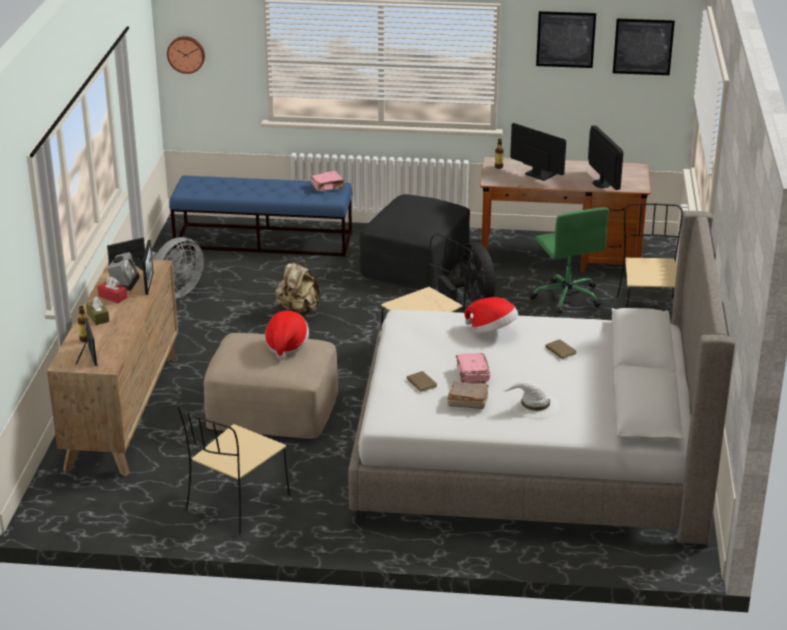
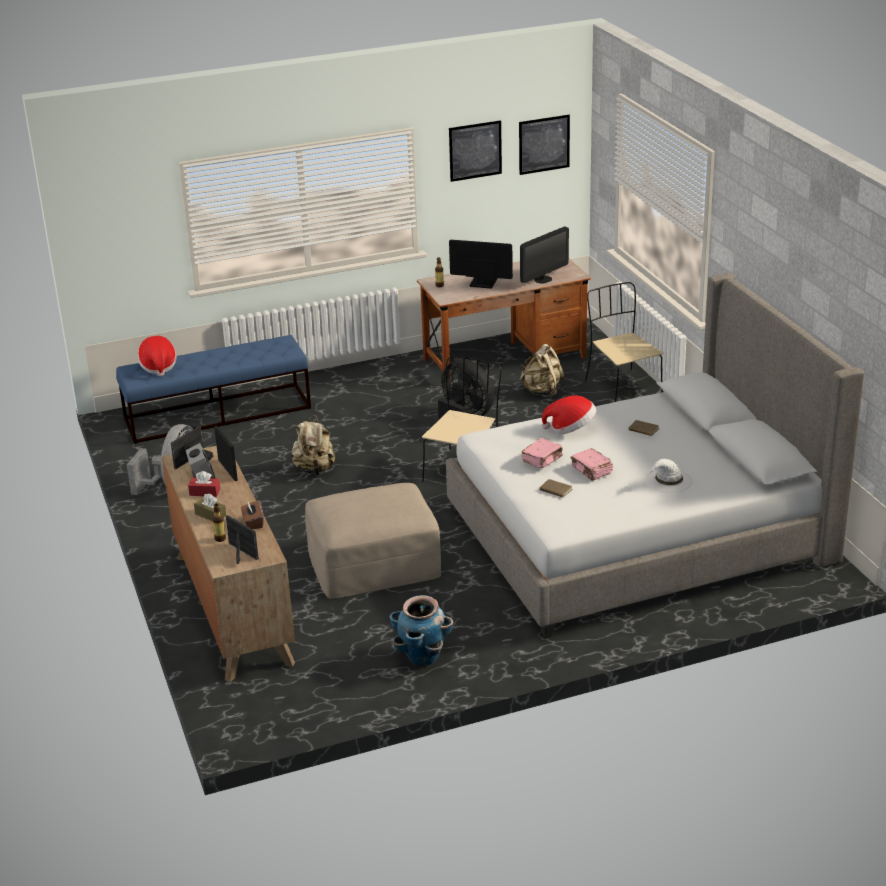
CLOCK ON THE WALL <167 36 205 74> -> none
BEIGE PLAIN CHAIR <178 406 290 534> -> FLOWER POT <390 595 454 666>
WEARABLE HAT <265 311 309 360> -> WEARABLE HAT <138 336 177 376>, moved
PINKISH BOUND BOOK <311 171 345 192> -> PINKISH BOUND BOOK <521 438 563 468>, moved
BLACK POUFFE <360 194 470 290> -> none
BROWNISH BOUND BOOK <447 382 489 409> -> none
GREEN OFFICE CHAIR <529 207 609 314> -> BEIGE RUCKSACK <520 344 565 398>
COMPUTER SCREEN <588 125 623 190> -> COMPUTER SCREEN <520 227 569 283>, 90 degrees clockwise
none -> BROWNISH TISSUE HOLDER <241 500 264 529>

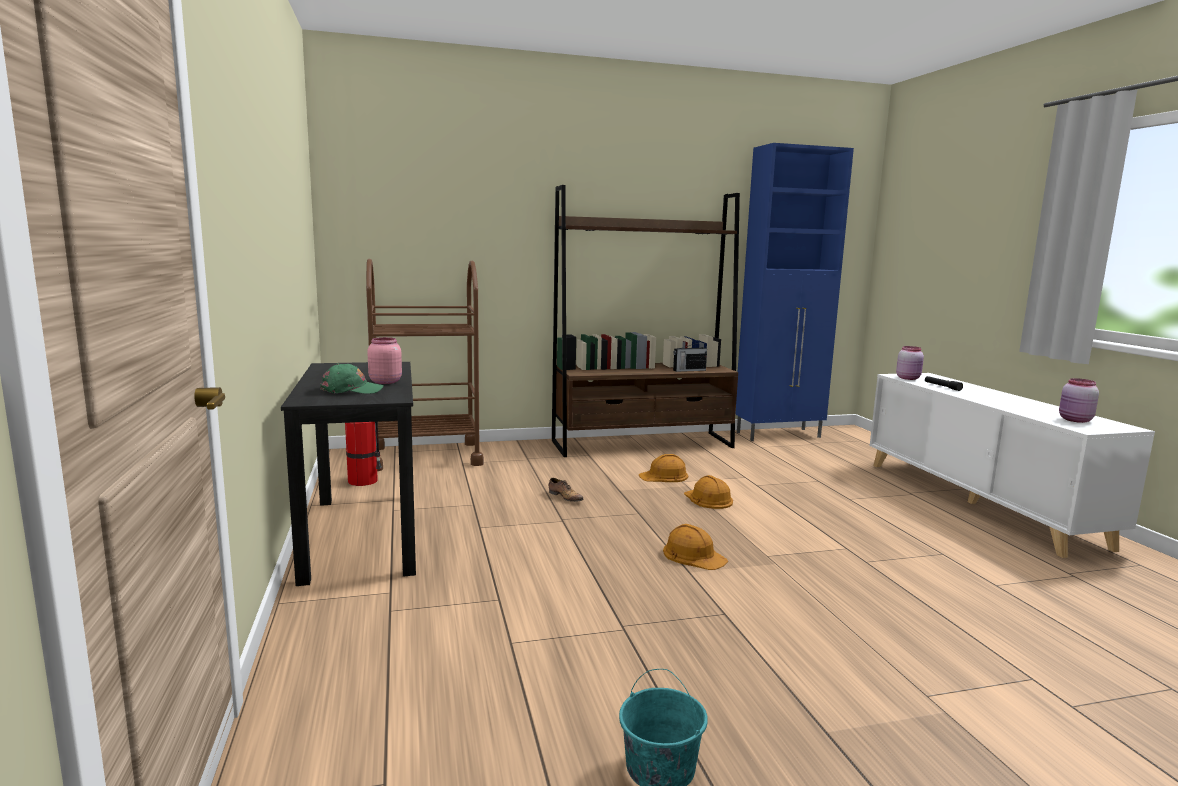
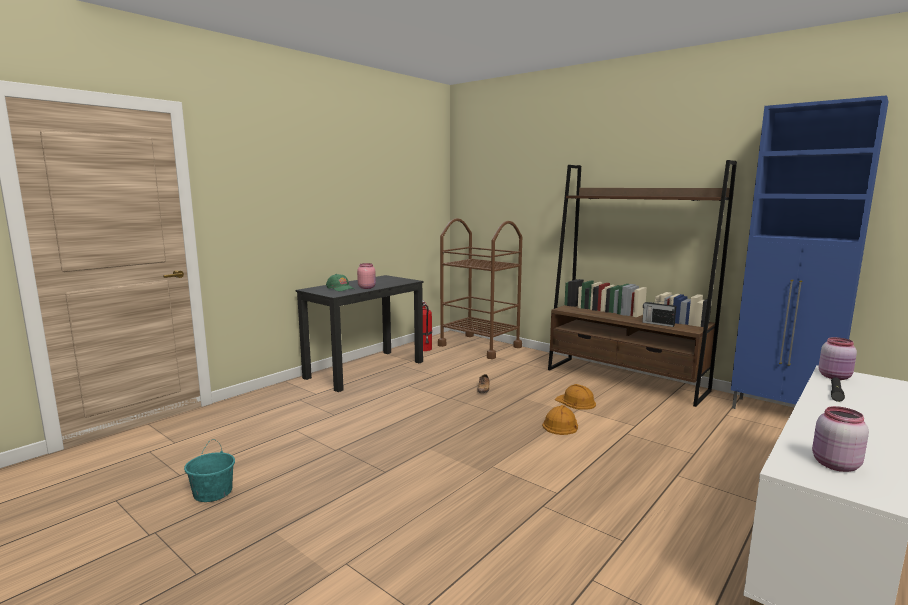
ORANGE WORK HELMET <663 524 728 570> -> none

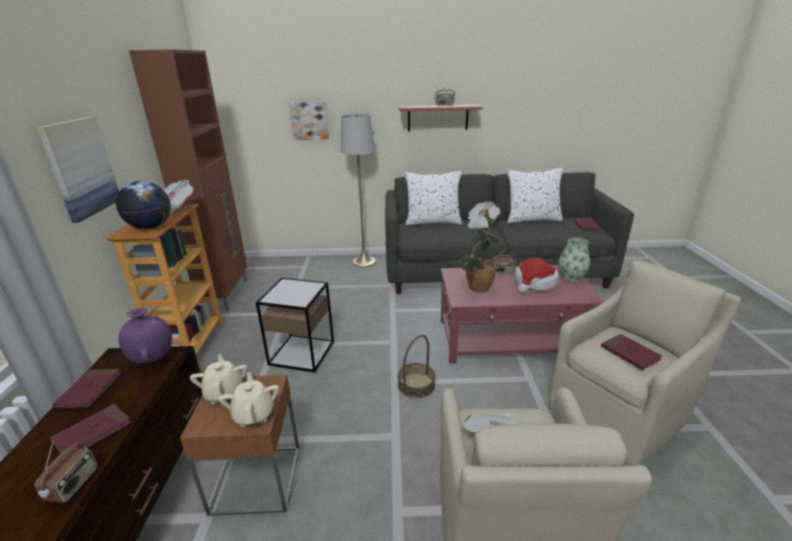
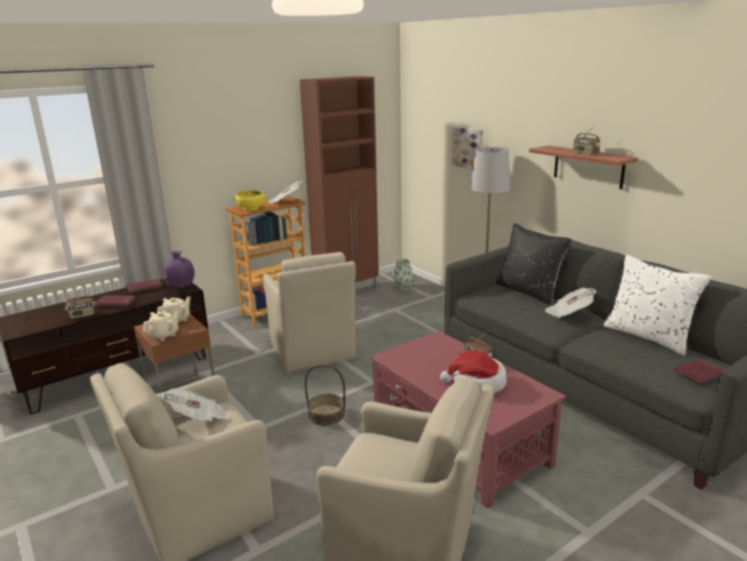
WALL ART <36 116 119 223> -> none
GLOBE <116 181 171 229> -> YELLOWISH SERVING BOWL <233 190 267 211>
ACCENT TABLE <256 278 334 373> -> BEIGE ARMCHAIR <263 252 356 372>
WHITE CUSHION <405 171 462 225> -> BLACK CUSHION <495 223 572 305>
POTTED PLANT <457 209 501 293> -> none
FLOWER VASE <559 238 590 282> -> FLOWER VASE <392 259 413 291>, moved
REDDISH BOUND BOOK <601 334 662 370> -> none

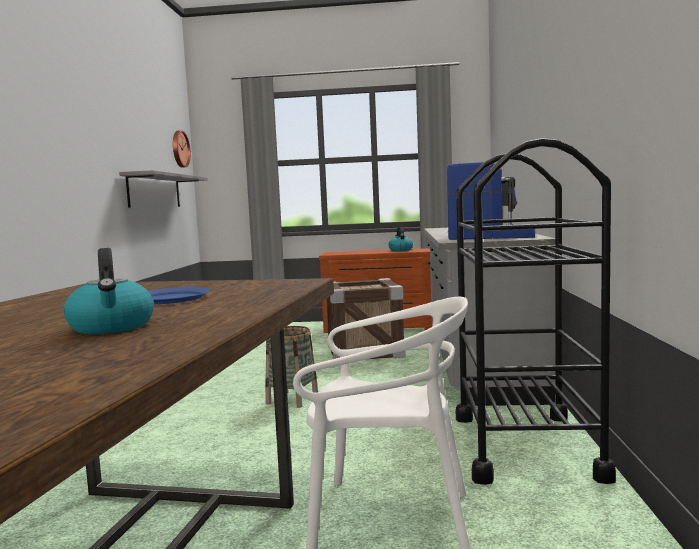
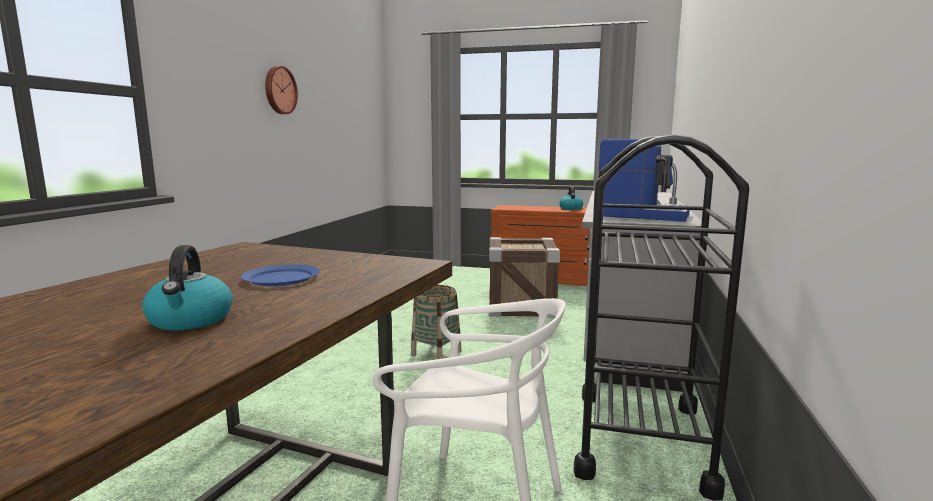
GREY SHELF <119 170 208 208> -> none
CLOCK ON THE WALL <173 130 191 168> -> CLOCK ON THE WALL <265 66 298 114>, moved

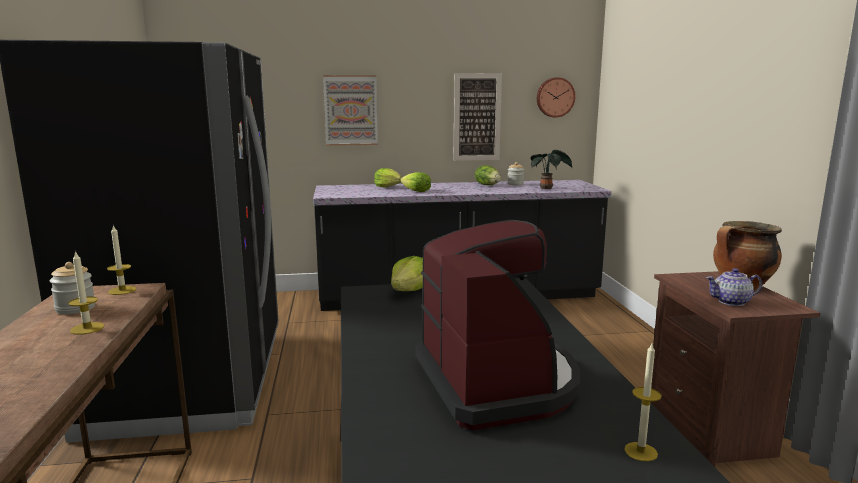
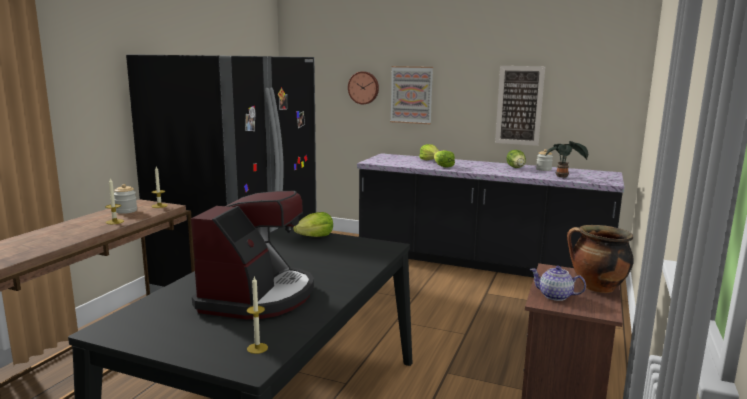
CLOCK ON THE WALL <537 77 575 117> -> CLOCK ON THE WALL <348 71 379 104>, moved

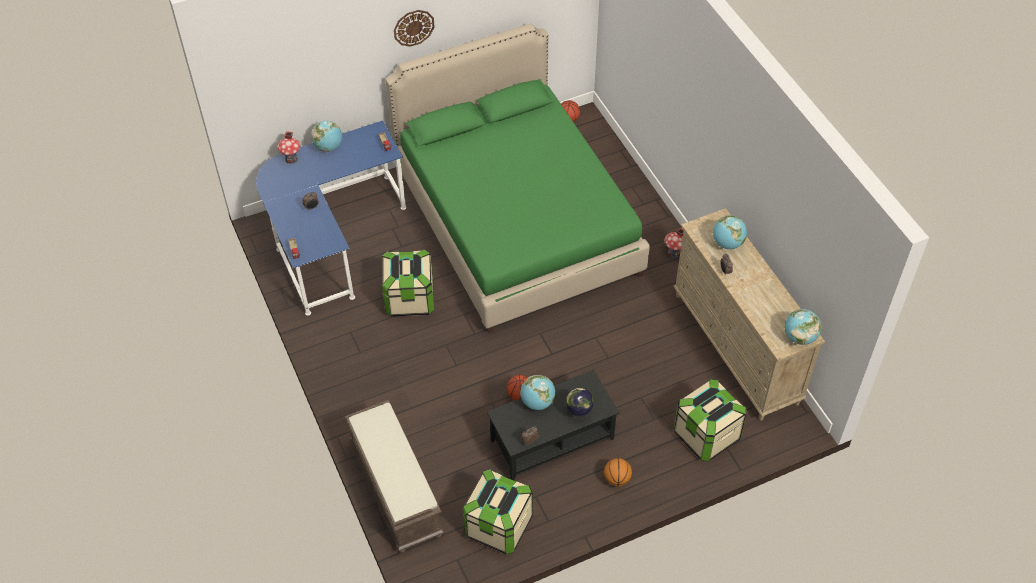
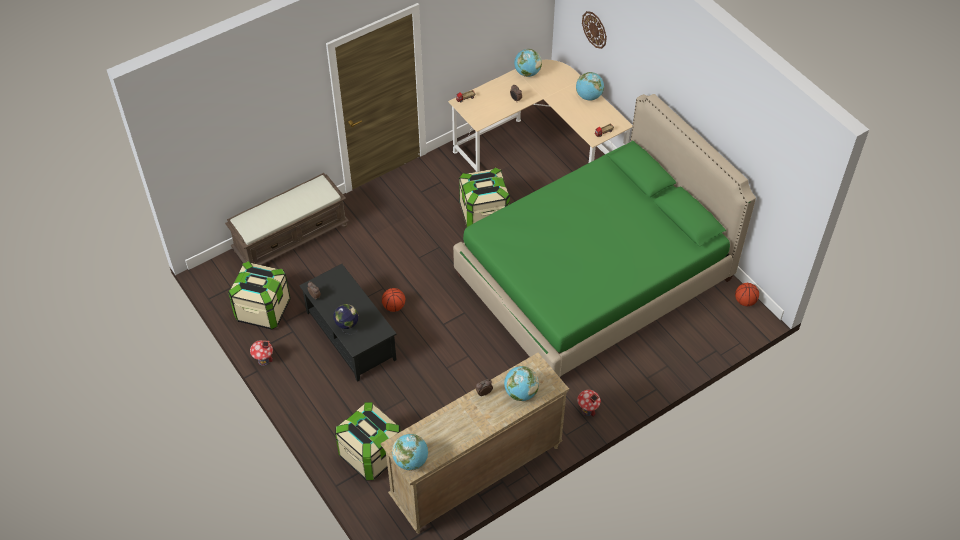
BLUISH DESK TABLE <256 121 406 316> -> BEIGE DESK TABLE <448 60 633 172>
TOY HOUSE <277 131 301 164> -> TOY HOUSE <250 340 273 366>, moved
CLOCK ON THE WALL <394 10 434 47> -> CLOCK ON THE WALL <582 11 607 49>, moved
GLOBE <520 375 555 410> -> GLOBE <514 49 542 77>, moved
BASKETBALL <604 458 632 487> -> none

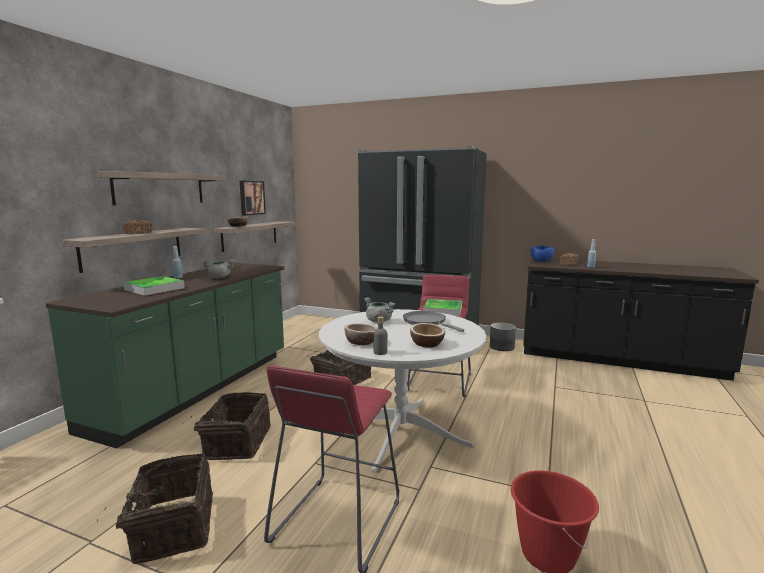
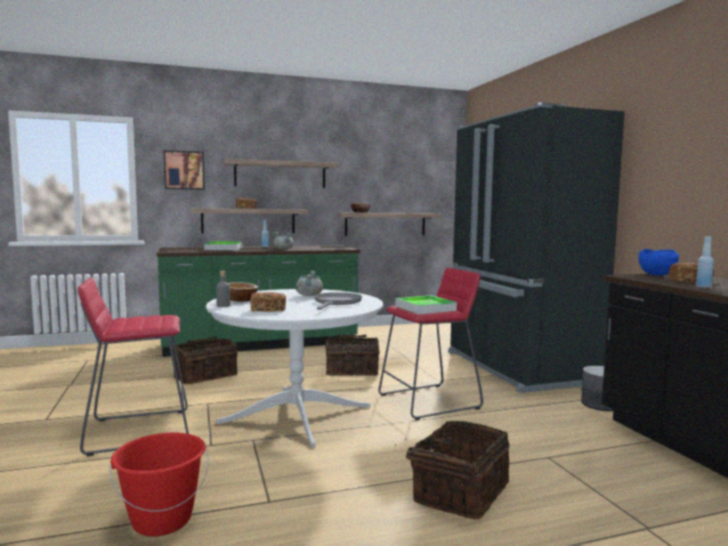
BASKET <97 453 213 564> -> BASKET <395 421 510 520>, moved
WALL ART <240 181 266 215> -> WALL ART <164 150 205 190>, moved
SERVING BOWL <410 323 445 347> -> BAKERY BREAD <250 292 286 312>

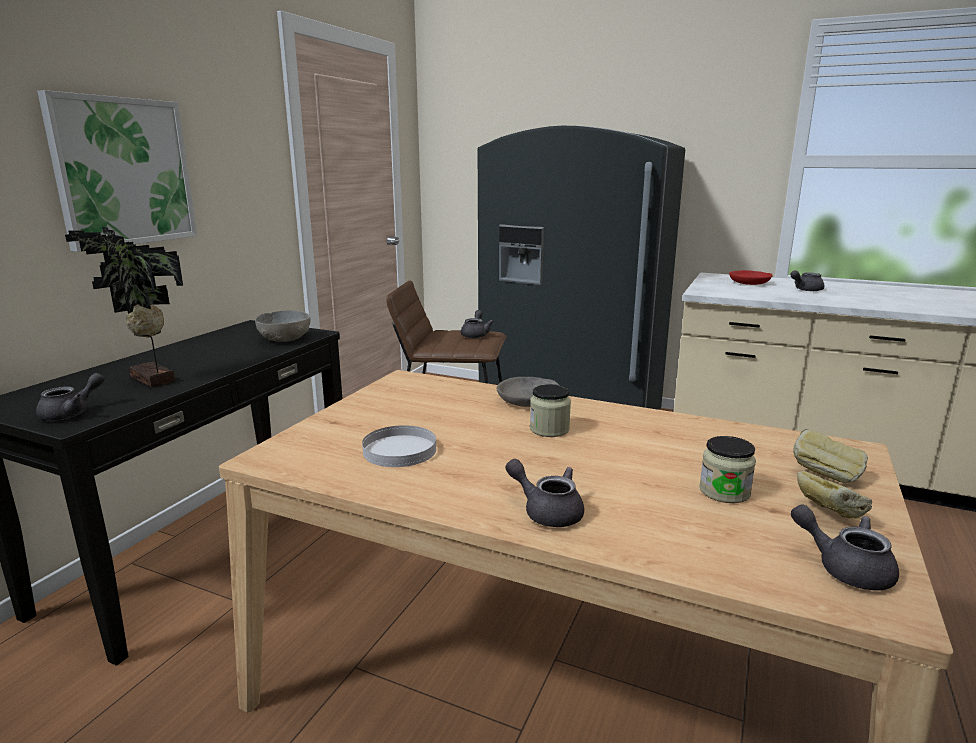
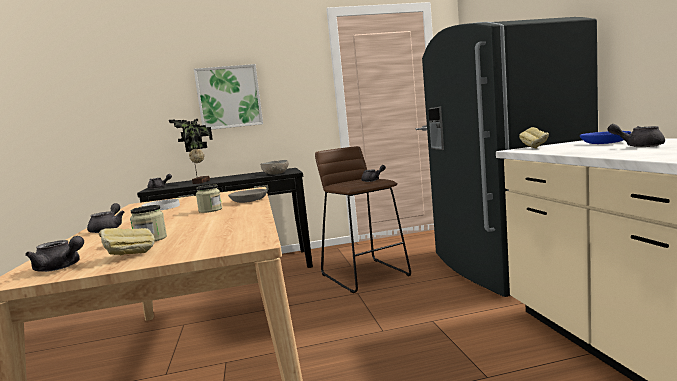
REDDISH SERVING BOWL <729 270 773 285> -> BLUISH SERVING BOWL <580 131 631 144>
GREY POT FOR TEA <791 504 899 590> -> GREY POT FOR TEA <25 236 84 272>, 105 degrees clockwise
BAKERY BREAD <793 429 868 484> -> BAKERY BREAD <519 127 549 149>, moved

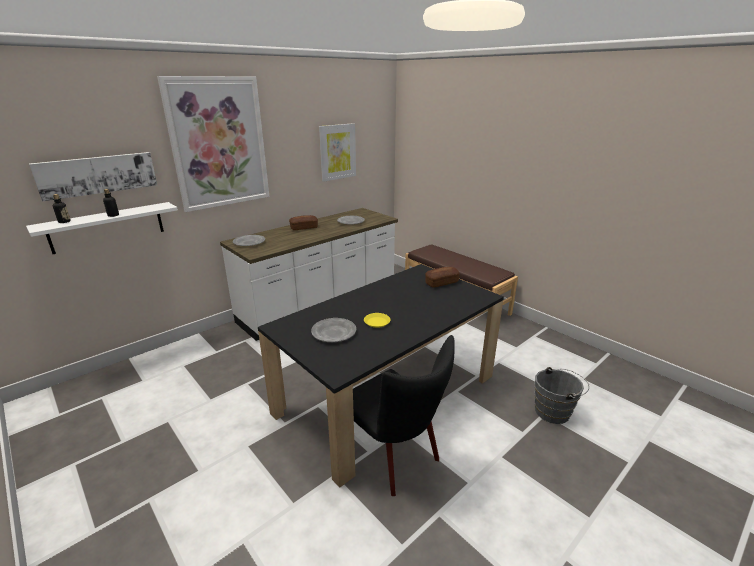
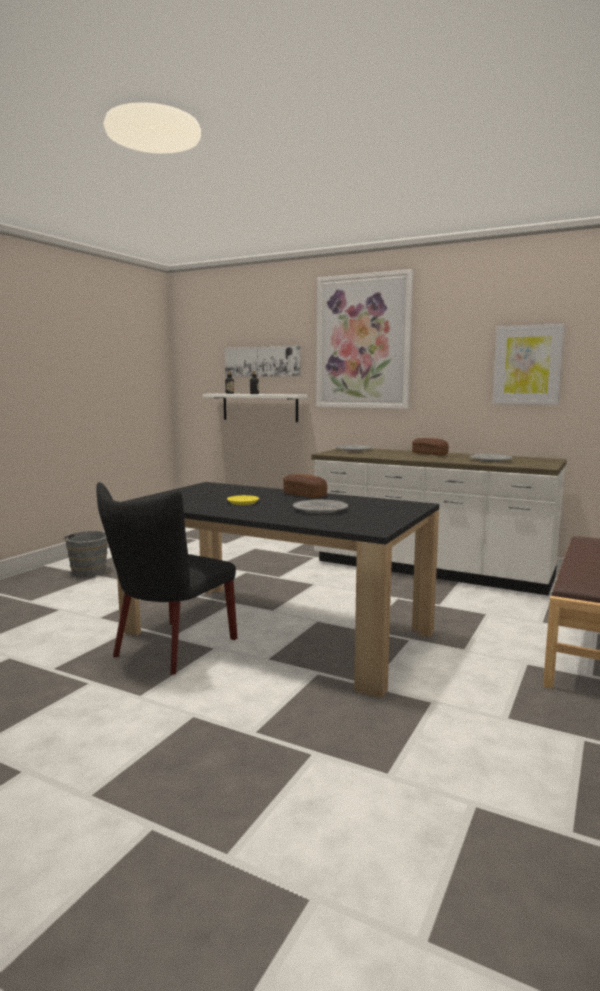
GREY FLAT DISH <311 318 356 342> -> GREY FLAT DISH <293 499 348 513>, moved
BAKERY BREAD <425 267 460 287> -> BAKERY BREAD <283 474 327 498>, moved
GREY WATER BUCKET <534 367 589 424> -> GREY WATER BUCKET <62 531 108 577>, moved

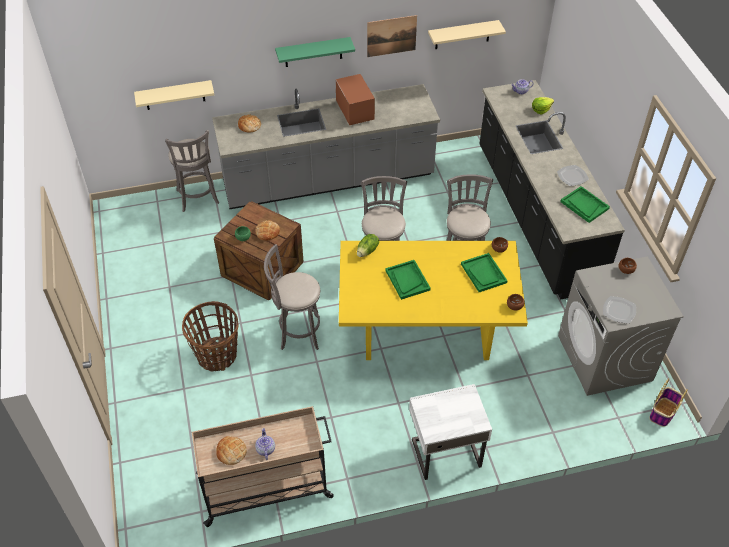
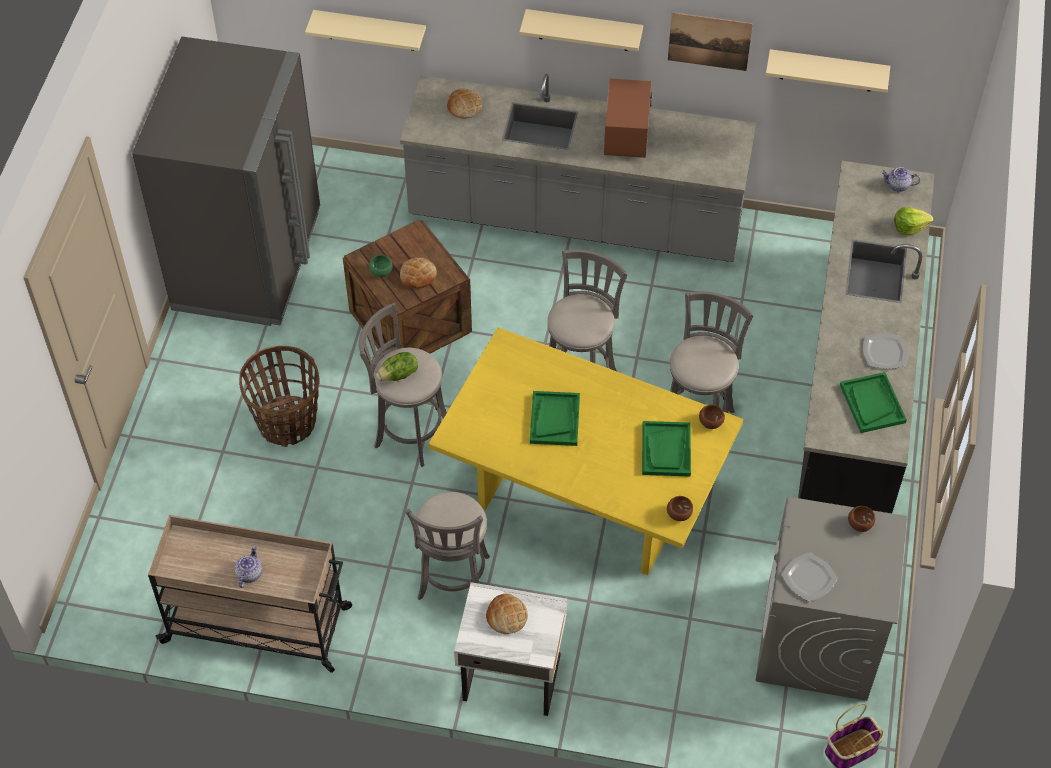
GREY SITTING STOOL <165 130 219 212> -> GREY SITTING STOOL <406 492 490 600>, moved
BAKERY BREAD <216 436 247 465> -> BAKERY BREAD <486 594 528 634>, moved
GREEN SHELF <275 37 355 67> -> BEIGE SHELF <519 9 643 51>
LETTUCE HEAD <357 234 379 257> -> LETTUCE HEAD <376 352 418 381>, moved
none -> GREY FRIDGE <132 36 320 326>

